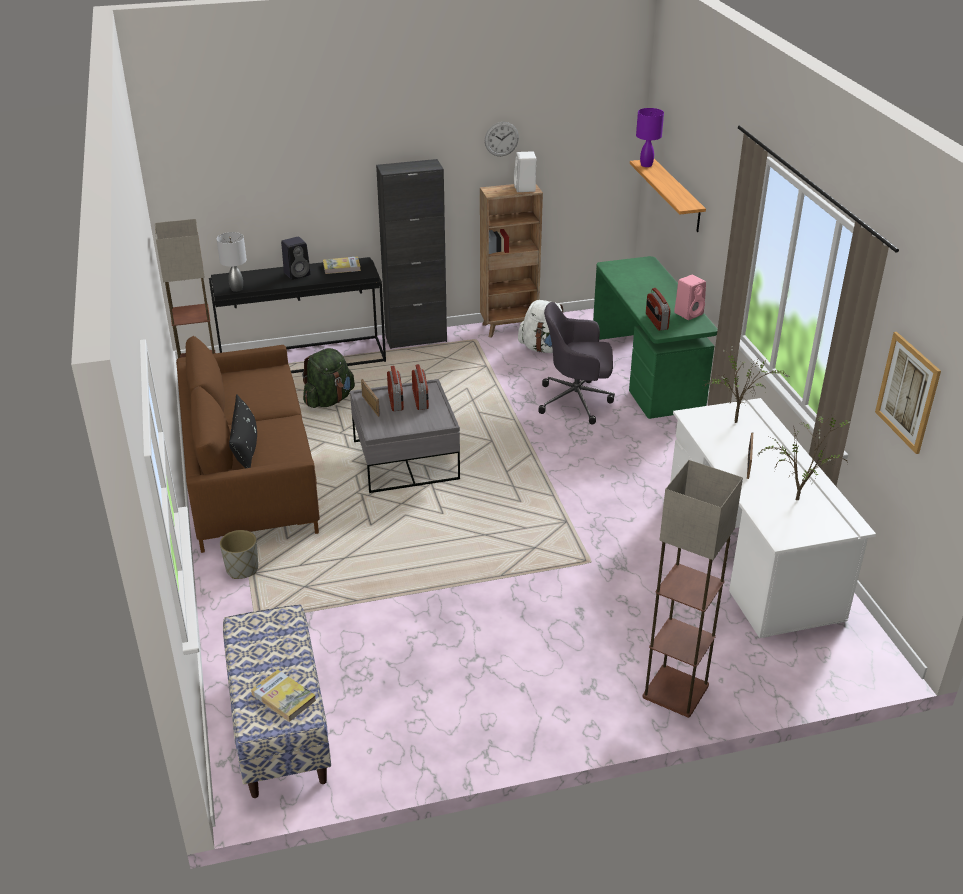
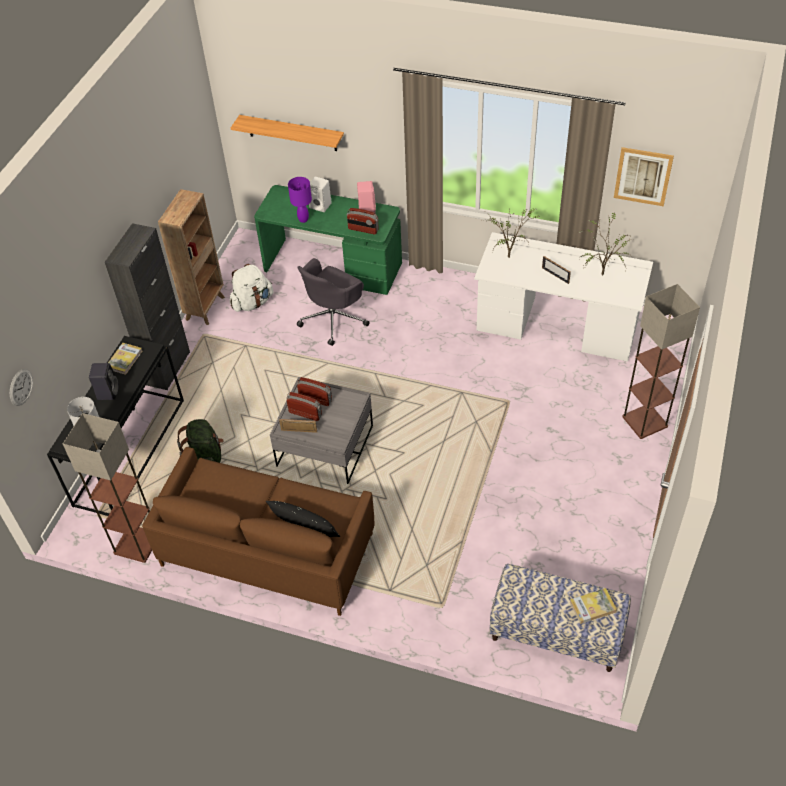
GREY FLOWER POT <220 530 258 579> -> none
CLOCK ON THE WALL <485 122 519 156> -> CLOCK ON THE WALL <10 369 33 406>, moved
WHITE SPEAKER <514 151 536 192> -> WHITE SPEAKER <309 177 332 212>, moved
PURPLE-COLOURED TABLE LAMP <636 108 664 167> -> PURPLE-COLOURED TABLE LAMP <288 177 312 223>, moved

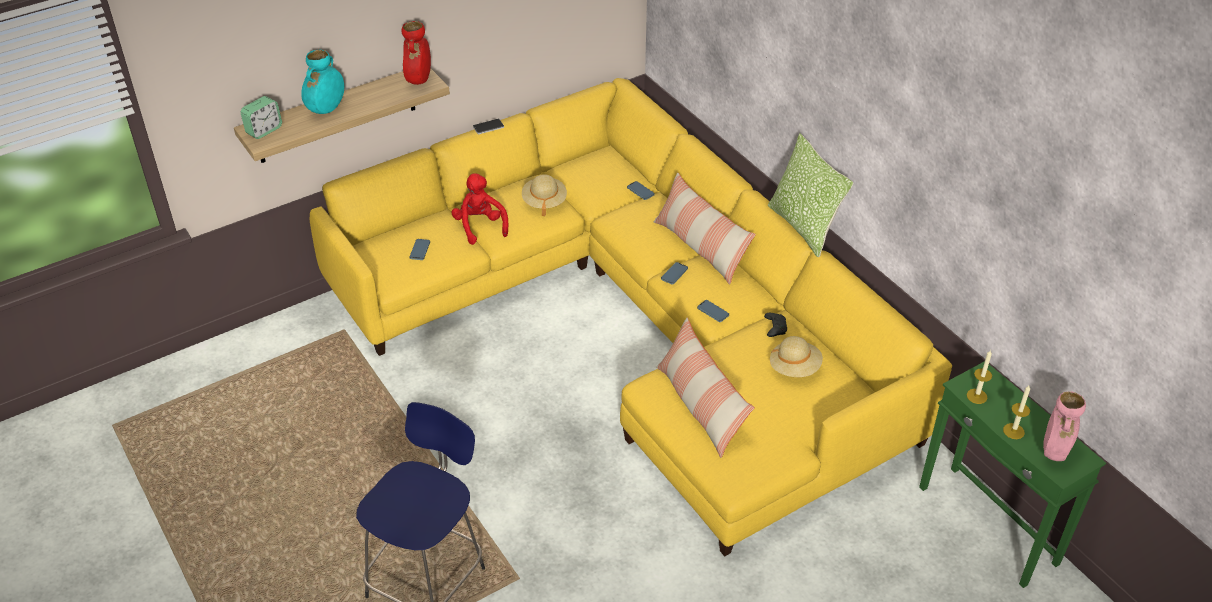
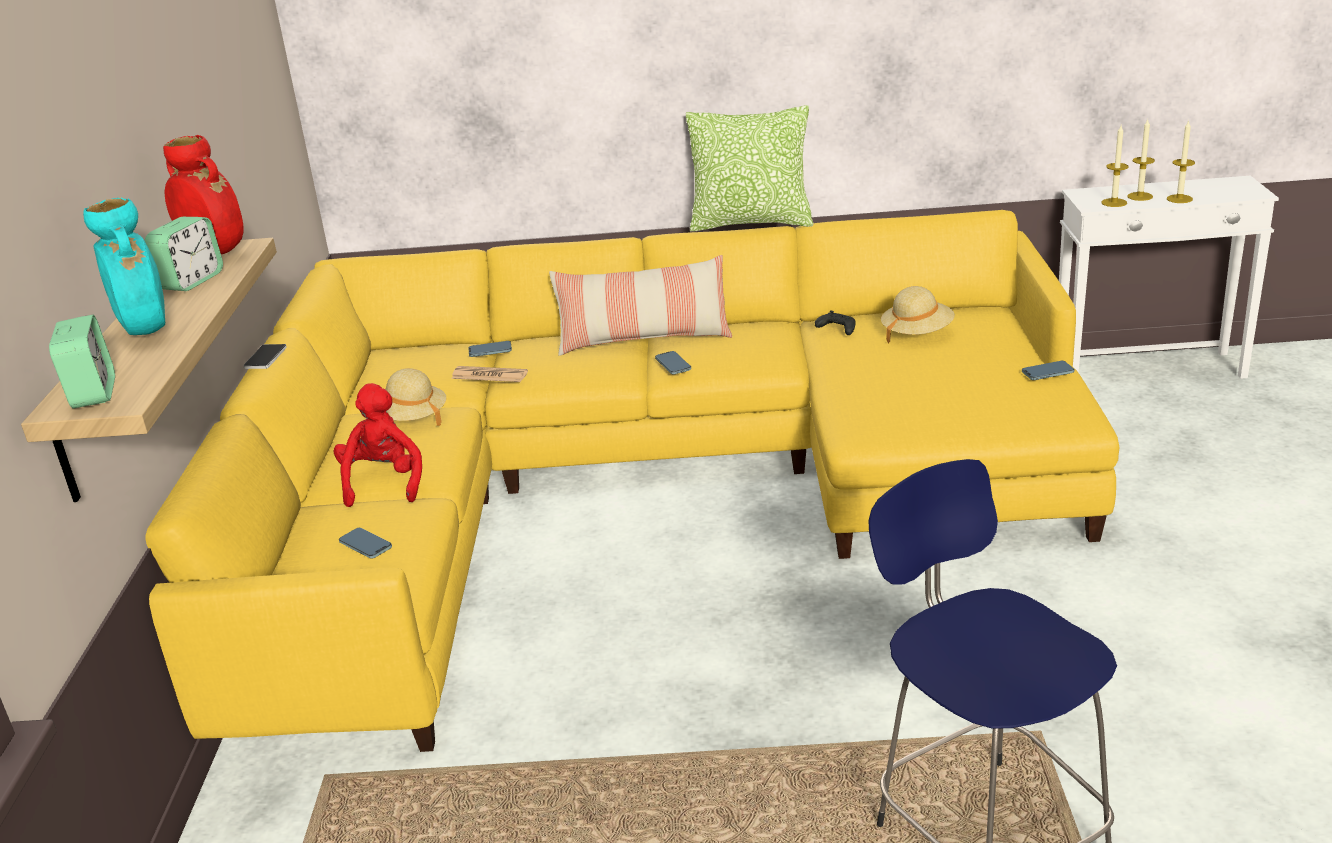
REDDISH CUDDLY TOY <452 173 508 245> -> REDDISH CUDDLY TOY <334 383 422 507>, 75 degrees clockwise
CUSHION <656 318 755 458> -> none
HANDSET <697 300 729 322> -> HANDSET <1022 361 1074 380>, moved
GREEN ACCENT TABLE <919 361 1106 588> -> WHITE ACCENT TABLE <1059 176 1279 379>
PINKISH FLOWER VASE <1043 391 1086 461> -> none
none -> BEDSIDE CLOCK <145 217 223 291>
none -> DAILY PAPER <451 366 528 382>
none -> WAX LIGHT <1127 119 1155 201>

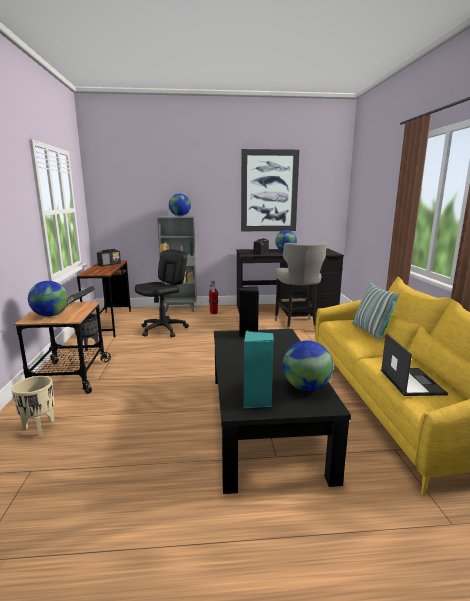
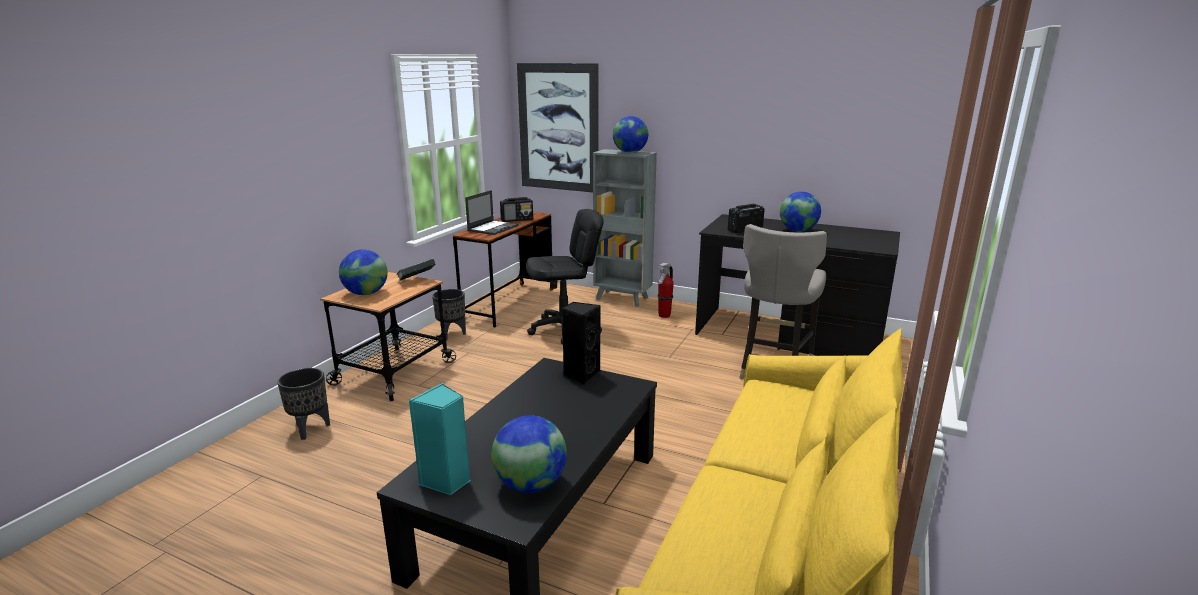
BEIGE FLOWER POT <11 376 54 437> -> BLACK FLOWER POT <277 368 330 440>
WALL ART <241 149 299 231> -> WALL ART <517 63 598 192>, moved
CUSHION <352 282 400 340> -> none
PORTABLE COMPUTER <381 333 448 396> -> PORTABLE COMPUTER <465 190 519 235>, moved

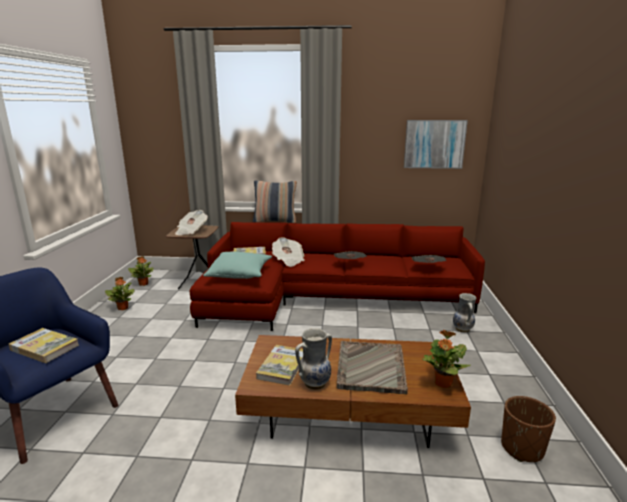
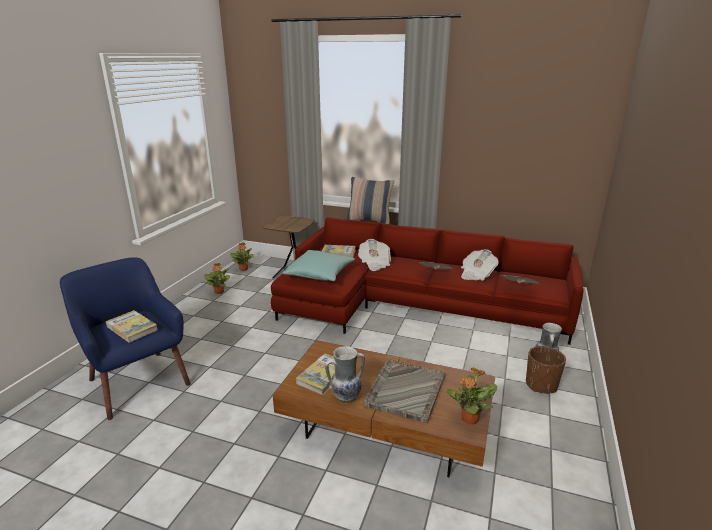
DAILY PAPER <175 210 208 235> -> DAILY PAPER <461 249 498 281>, moved
WALL ART <404 120 468 169> -> none
BROWNISH FLOWER POT <501 396 556 462> -> BROWNISH FLOWER POT <526 346 566 394>, moved

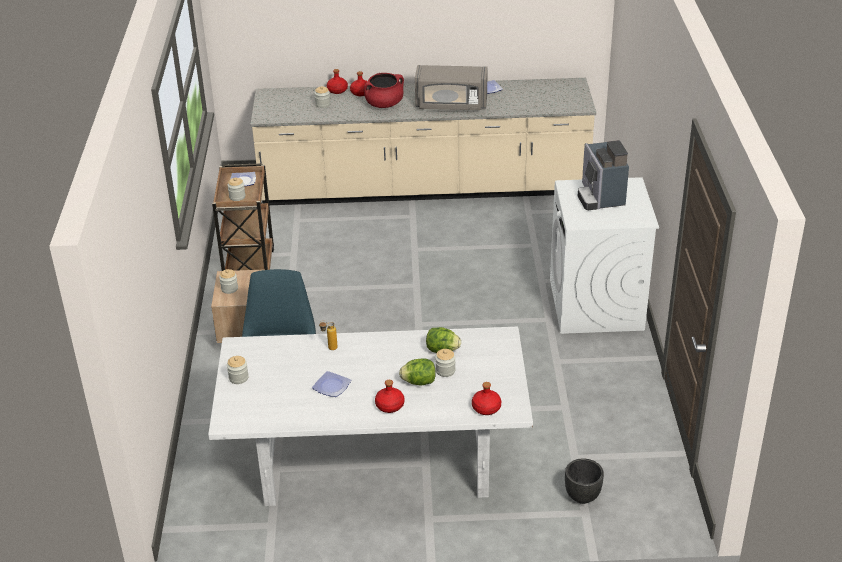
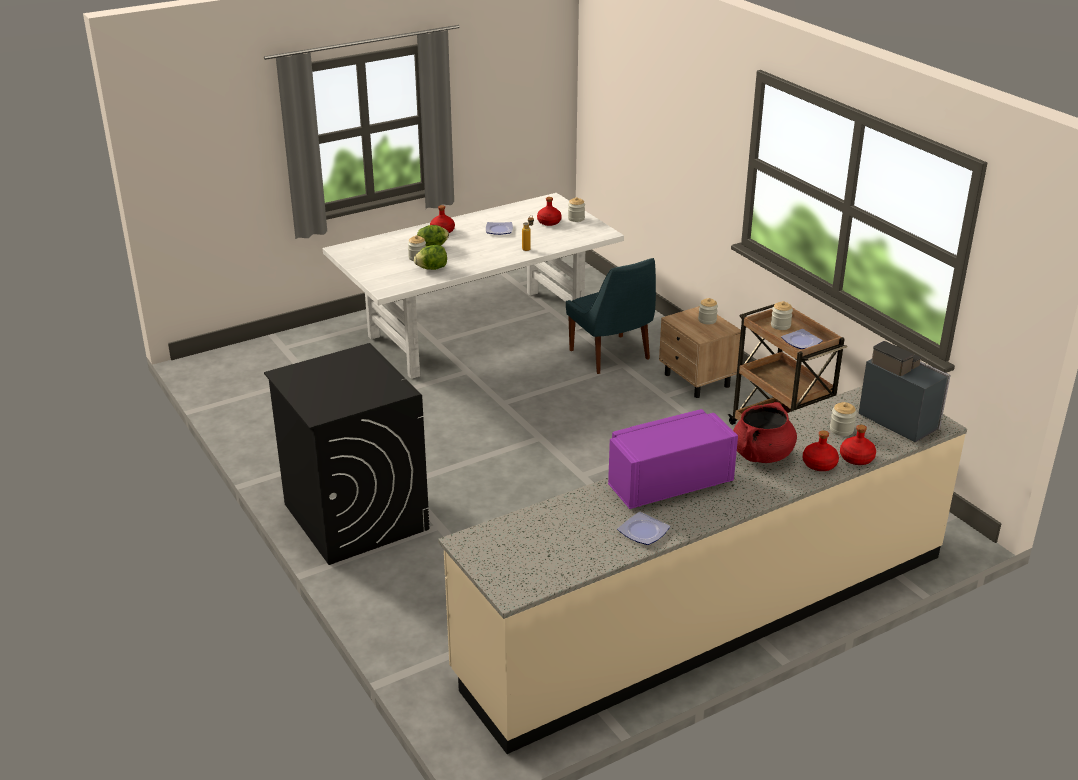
GREY MICROWAVE OVEN <415 65 488 110> -> PURPLE-COLOURED MICROWAVE OVEN <608 409 738 509>
REDDISH DRINK BOTTLE <472 382 501 415> -> REDDISH DRINK BOTTLE <537 197 562 226>, moved
WHITE LAUNDRY APPLIANCE <550 177 659 334> -> BLACK LAUNDRY APPLIANCE <264 343 430 565>
BLACK FLOWER POT <565 458 604 504> -> none
COFFEE MAKER <578 140 629 210> -> COFFEE MAKER <858 341 951 442>, moved

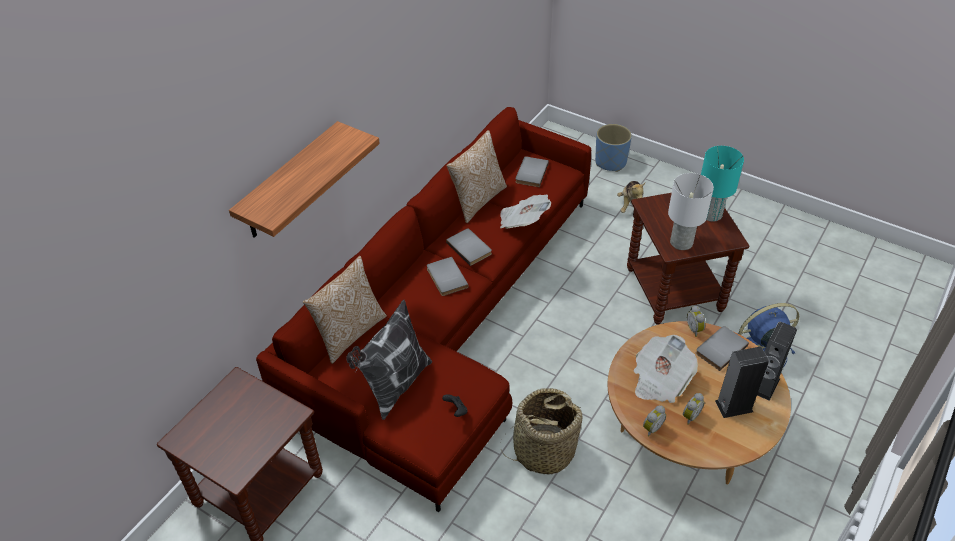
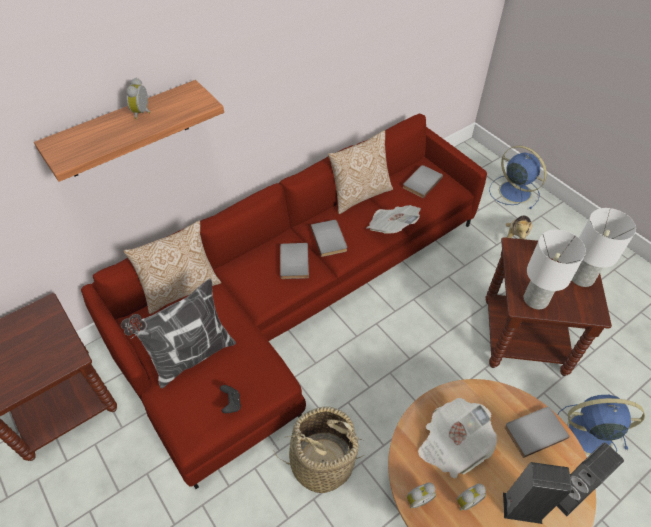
BLUISH FLOWER POT <595 124 632 172> -> BLUISH FAN <489 146 547 209>
BEDSIDE CLOCK <687 306 705 337> -> BEDSIDE CLOCK <126 78 151 119>, moved
BLUE-GREEN TABLE LAMP <701 146 744 222> -> WHITE TABLE LAMP <572 208 636 287>

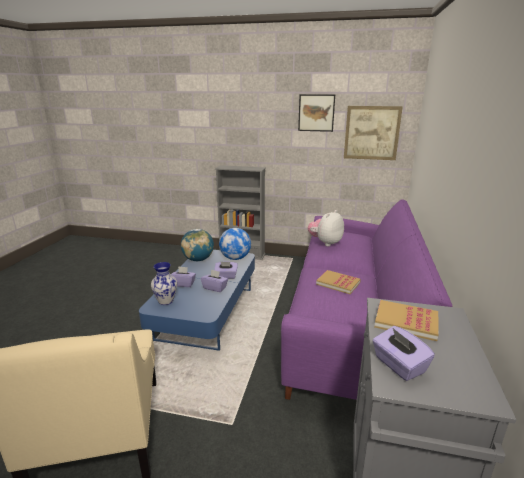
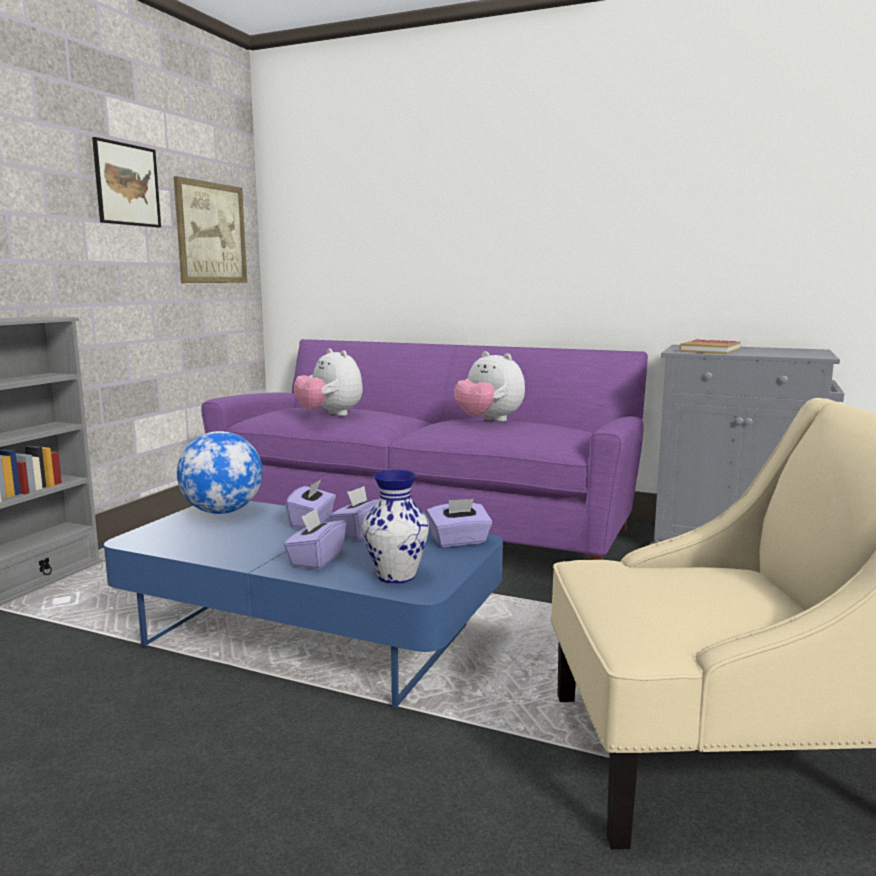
GLOBE <181 229 214 261> -> none
BOUND BOOK <316 270 361 294> -> CUDDLY TOY <454 351 525 422>
PURPLE-COLOURED TISSUE HOLDER <373 326 435 381> -> PURPLE-COLOURED TISSUE HOLDER <426 498 492 547>, moved

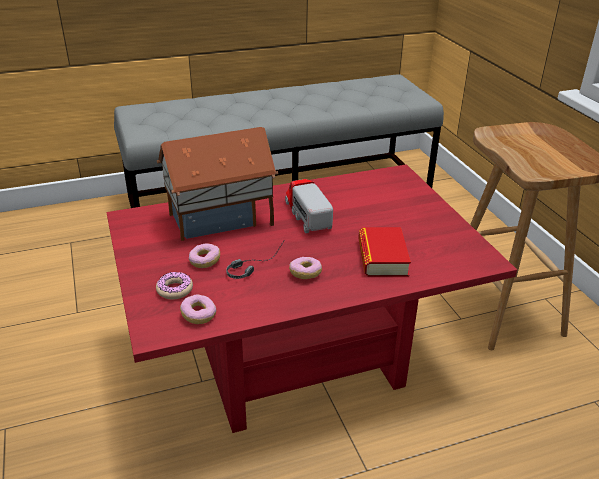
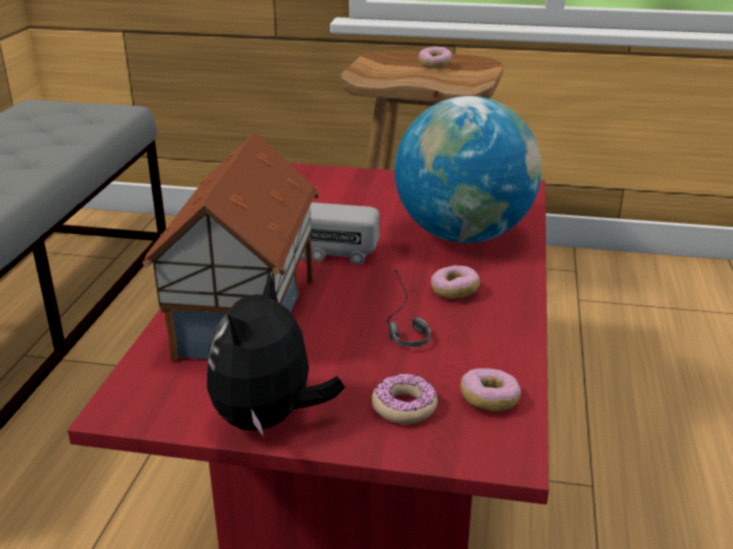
DOUGHNUT <189 243 220 268> -> DOUGHNUT <418 46 452 68>, moved
BOUND BOOK <358 227 411 277> -> GLOBE <395 96 542 243>
none -> CUDDLY TOY <207 270 345 437>

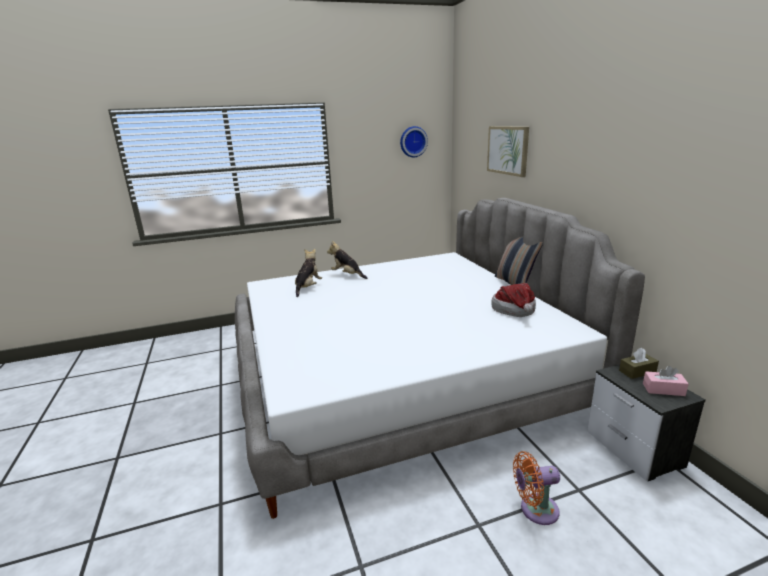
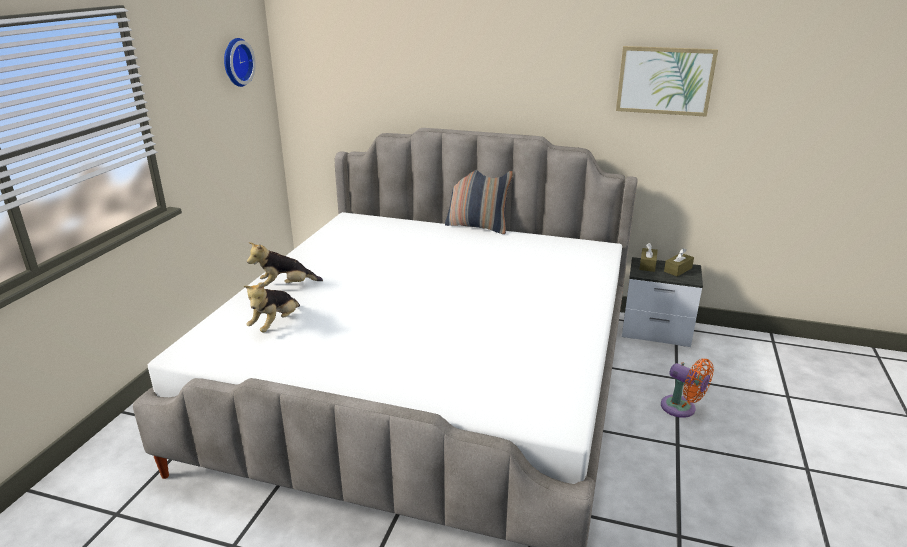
CUDDLY TOY <295 249 322 297> -> CUDDLY TOY <244 282 300 332>, 120 degrees counterclockwise
WALL ART <487 126 529 177> -> WALL ART <616 46 718 117>, moved
WEARABLE HAT <491 283 536 317> -> none
ORANGE FAN <513 451 560 525> -> ORANGE FAN <661 359 714 418>, 75 degrees counterclockwise
PINKISH TISSUE HOLDER <643 366 689 396> -> BROWNISH TISSUE HOLDER <664 248 694 276>

